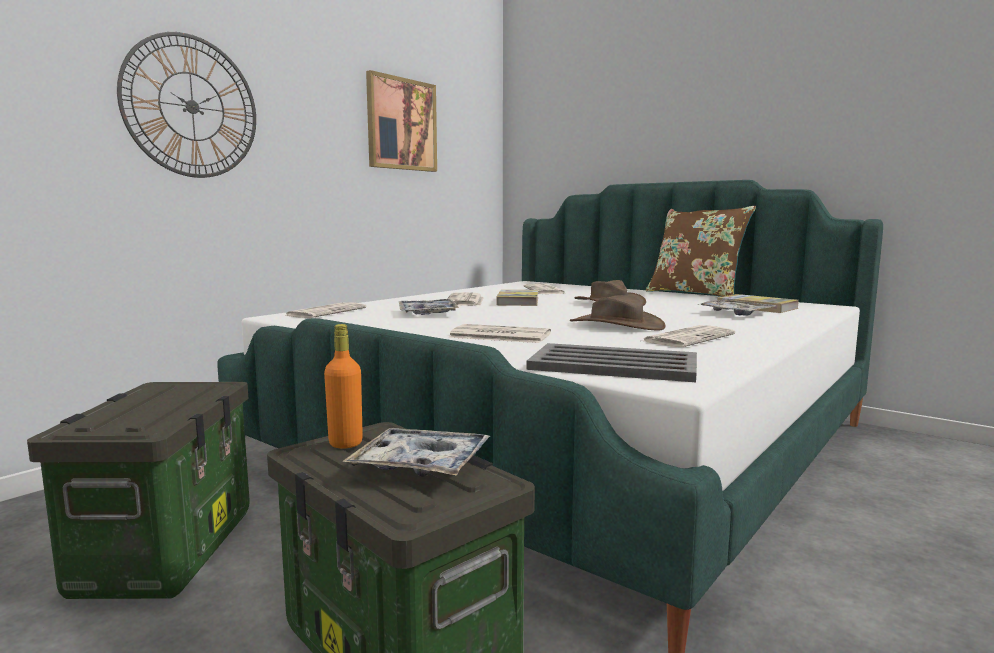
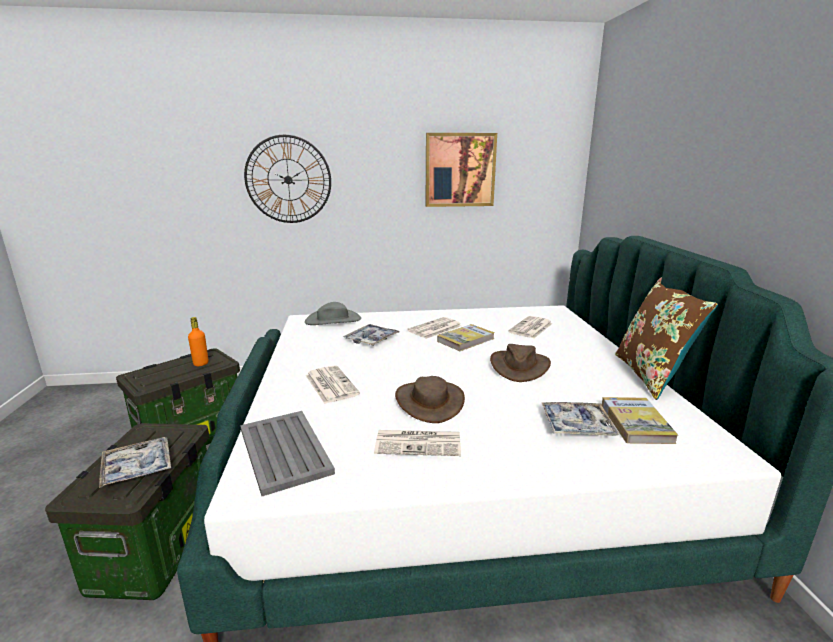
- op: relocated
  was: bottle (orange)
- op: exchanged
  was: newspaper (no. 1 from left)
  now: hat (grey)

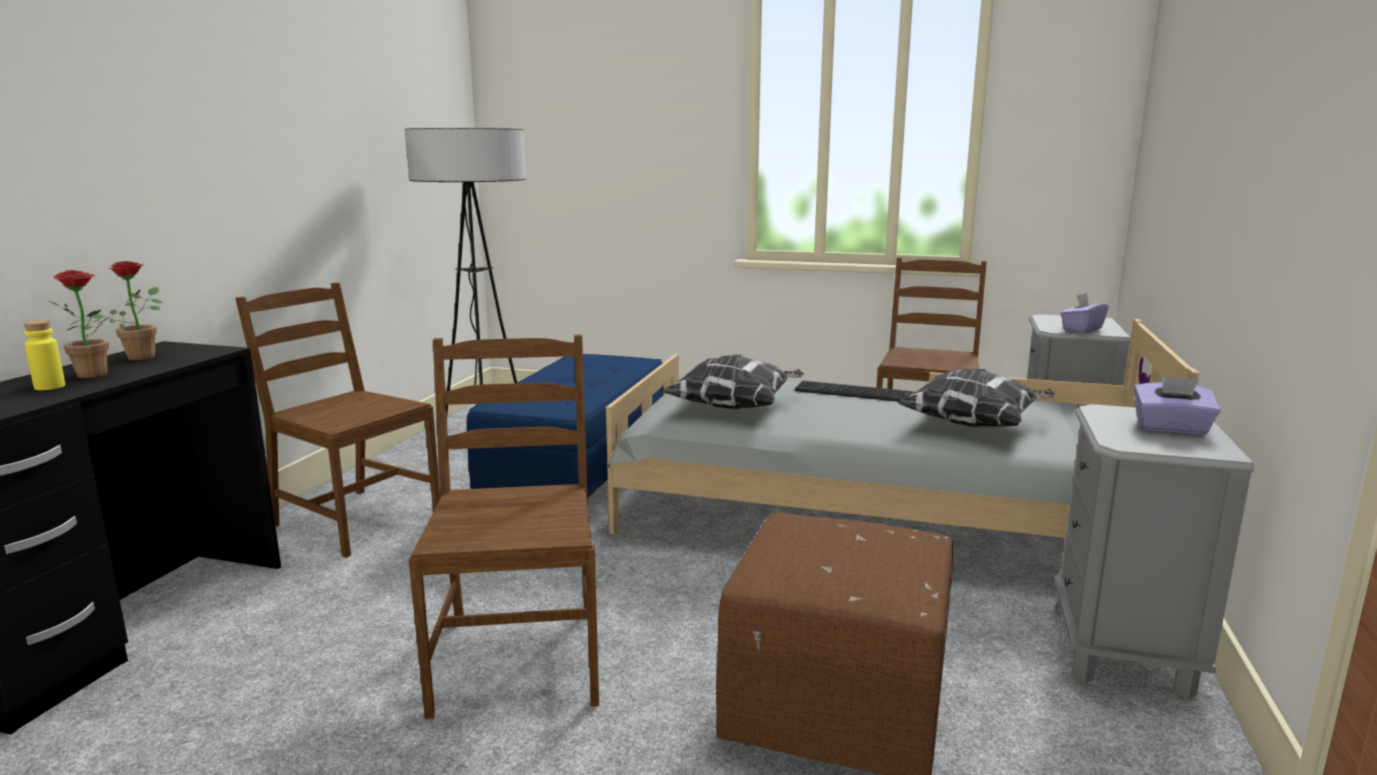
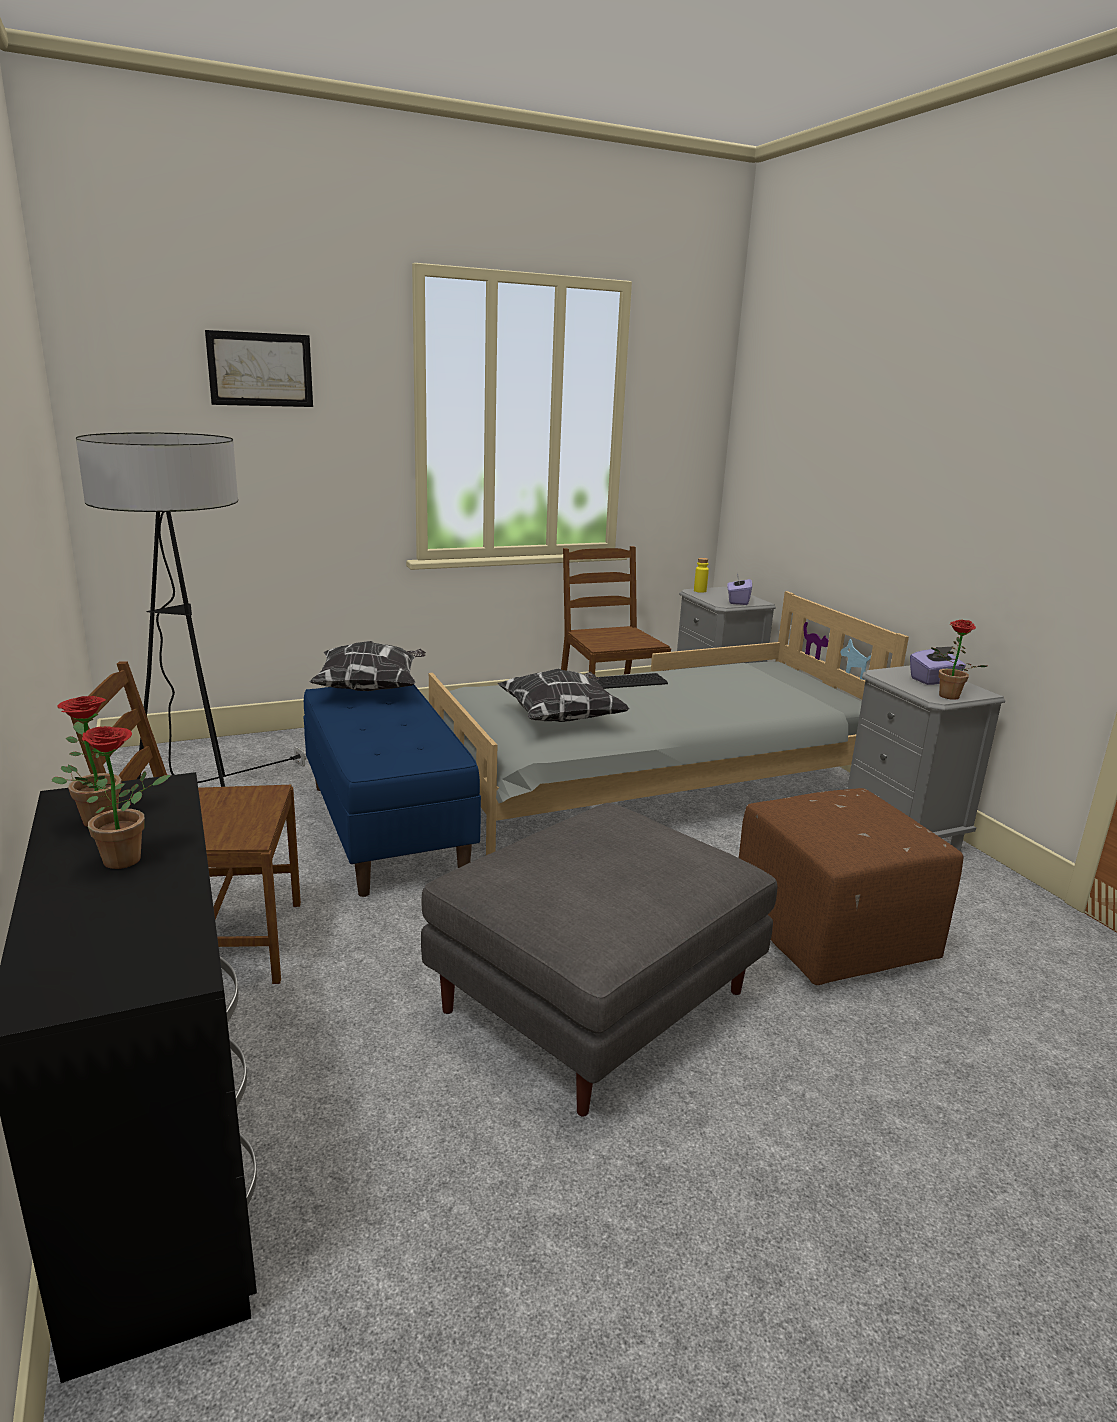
- op: appeared
  now: picture
- op: relocated
  was: pillow (no. 2 from left in the first image)
  now: pillow (no. 1 from left)
- op: exchanged
  was: chair (brown) (no. 2 from left)
  now: ottoman (grey)
- op: relocated
  was: bottle (yellow)
- op: appeared
  now: potted plant (no. 3 from left)

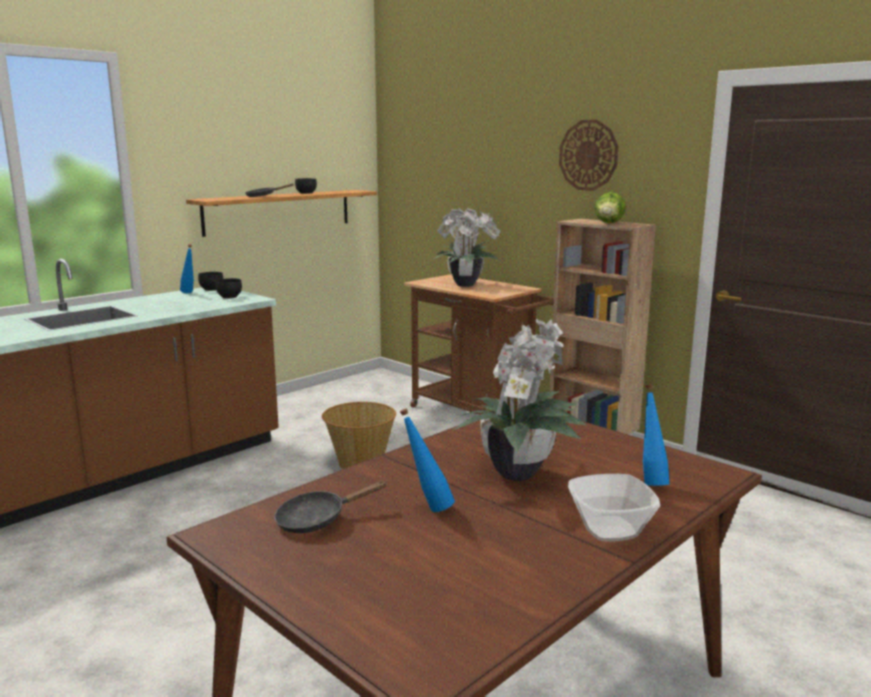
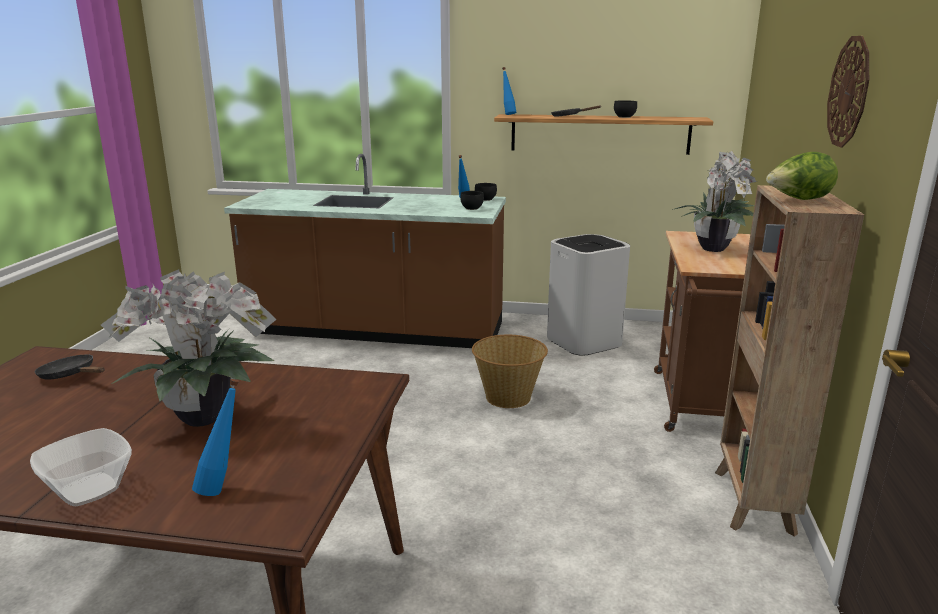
- op: relocated
  was: bottle (blue) (no. 2 from left in the first image)
  now: bottle (blue) (no. 3 from left)
- op: appeared
  now: trash can (white)

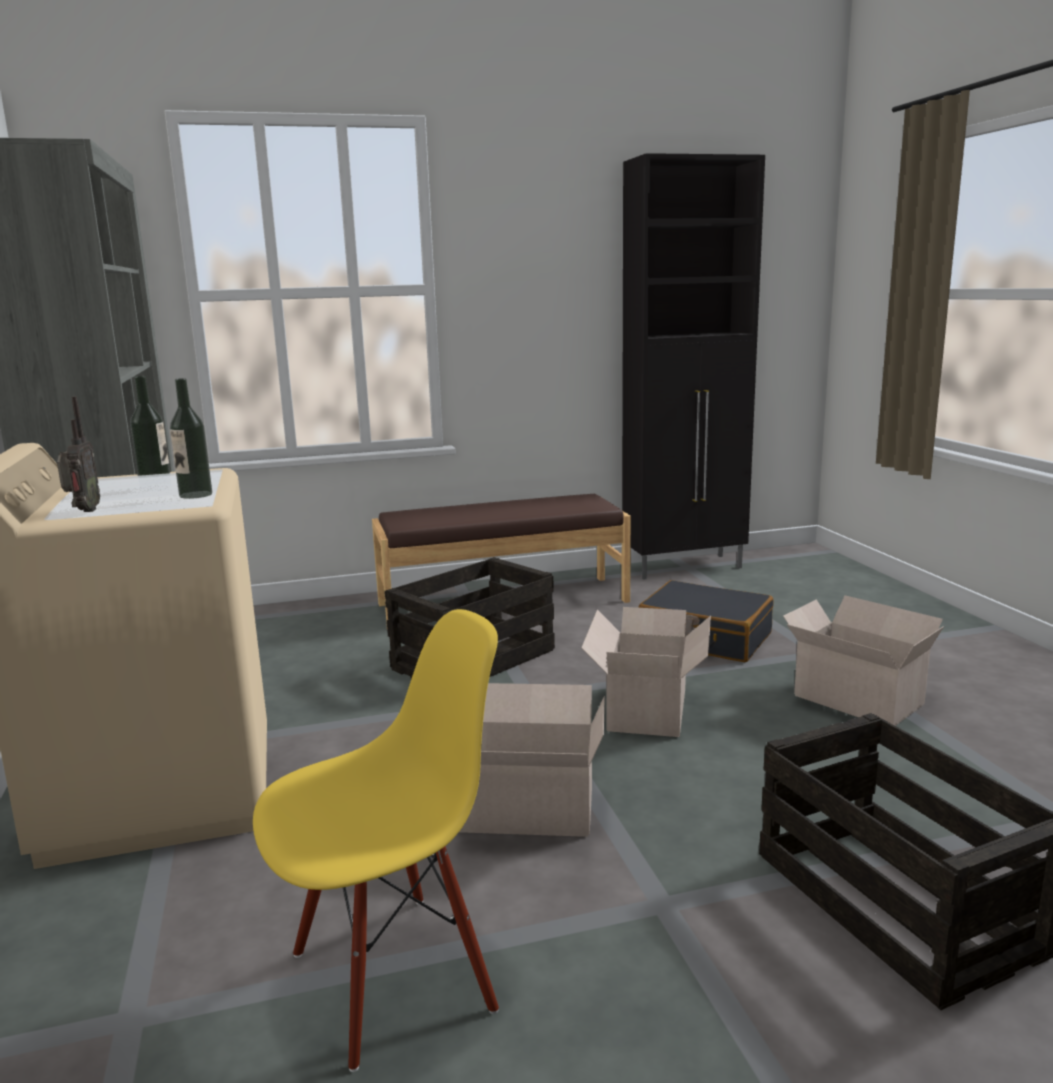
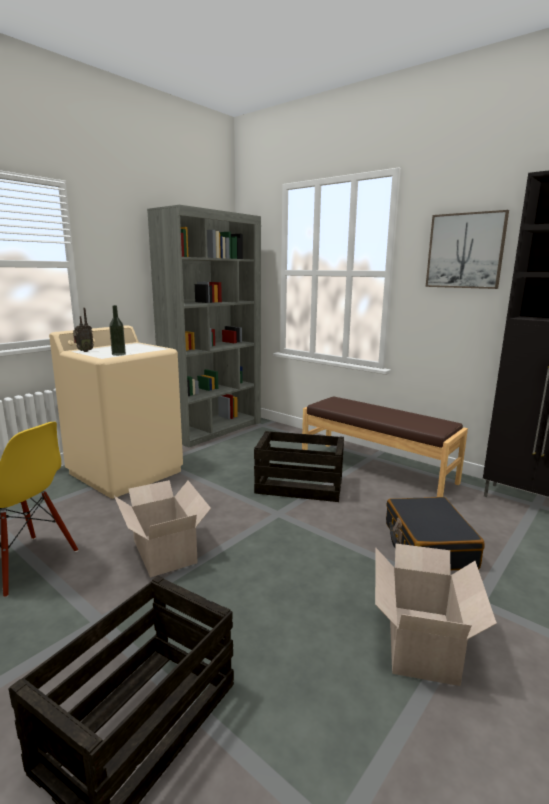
- op: appeared
  now: picture
- op: missing
  was: bottle (no. 1 from left)
- op: missing
  was: cardboard box (no. 2 from left)

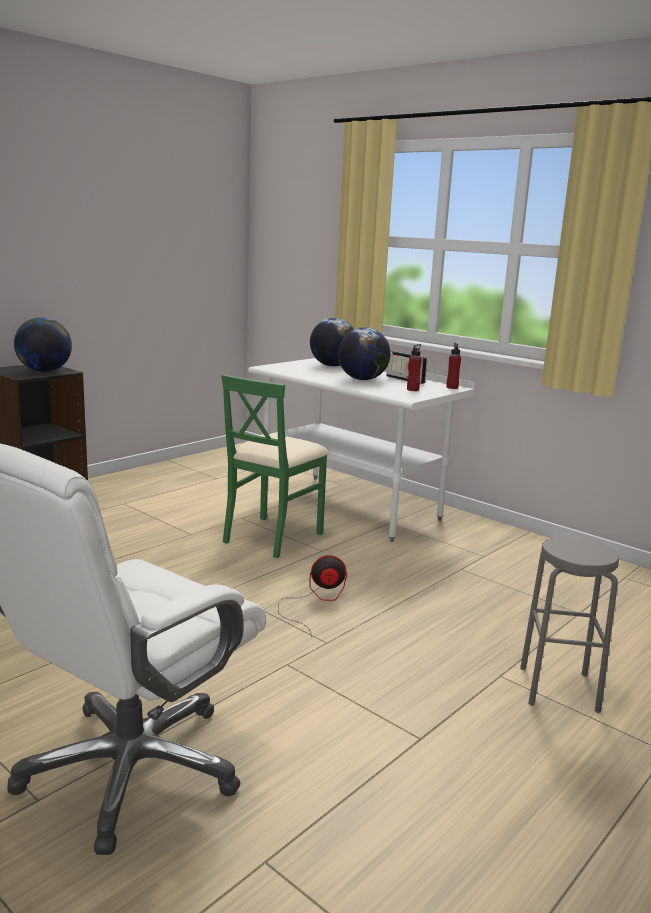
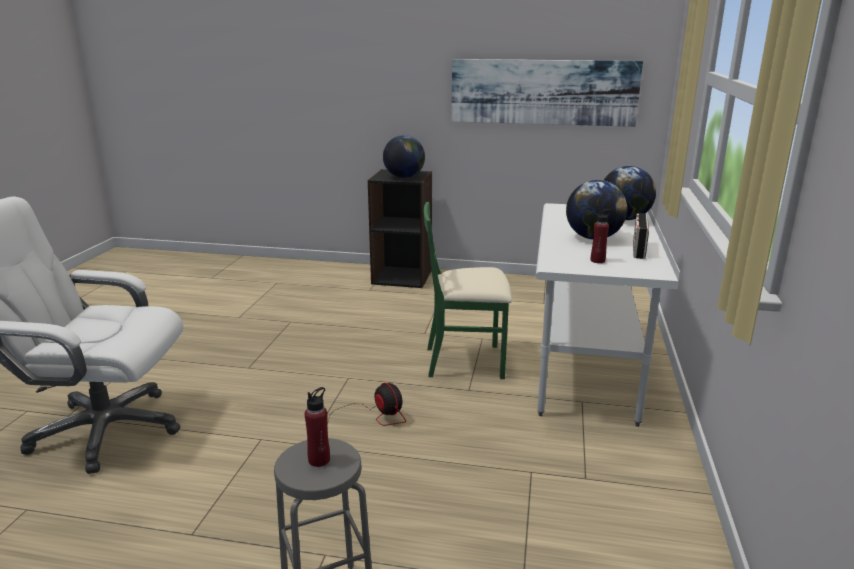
- op: relocated
  was: bottle (red) (no. 2 from left in the first image)
  now: bottle (red) (no. 1 from left)
- op: appeared
  now: picture

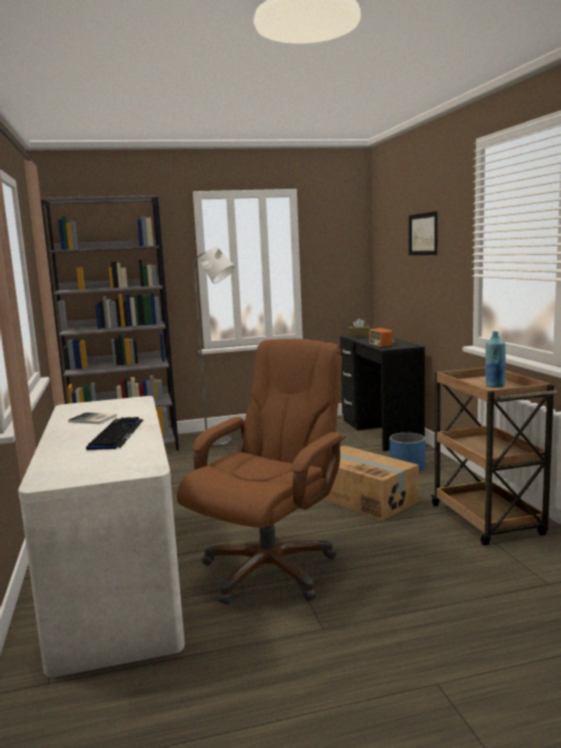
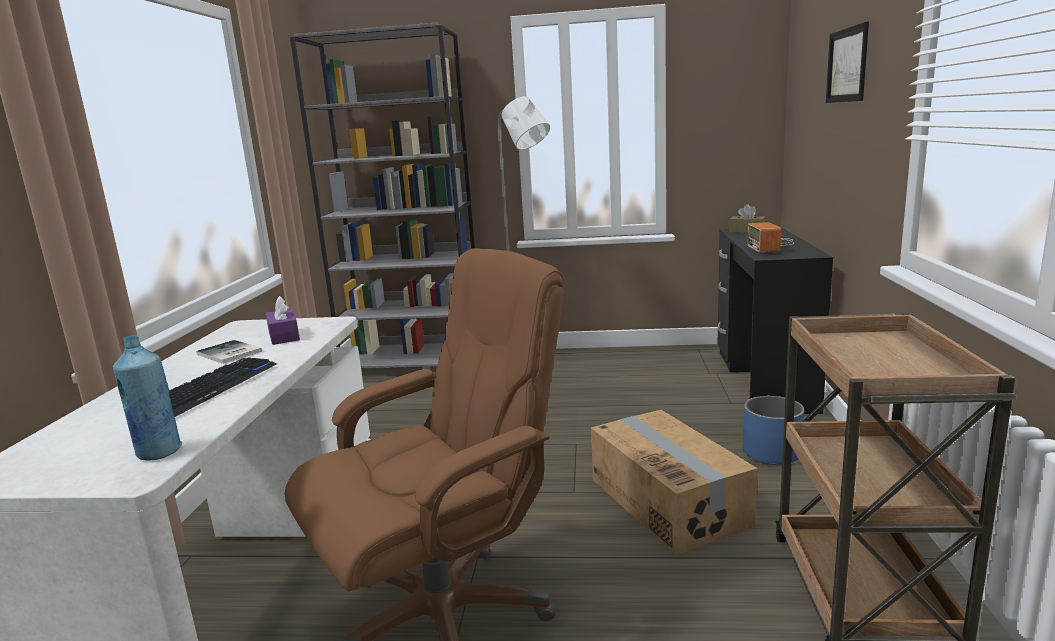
- op: relocated
  was: bottle (blue)
- op: appeared
  now: tissue box (purple)

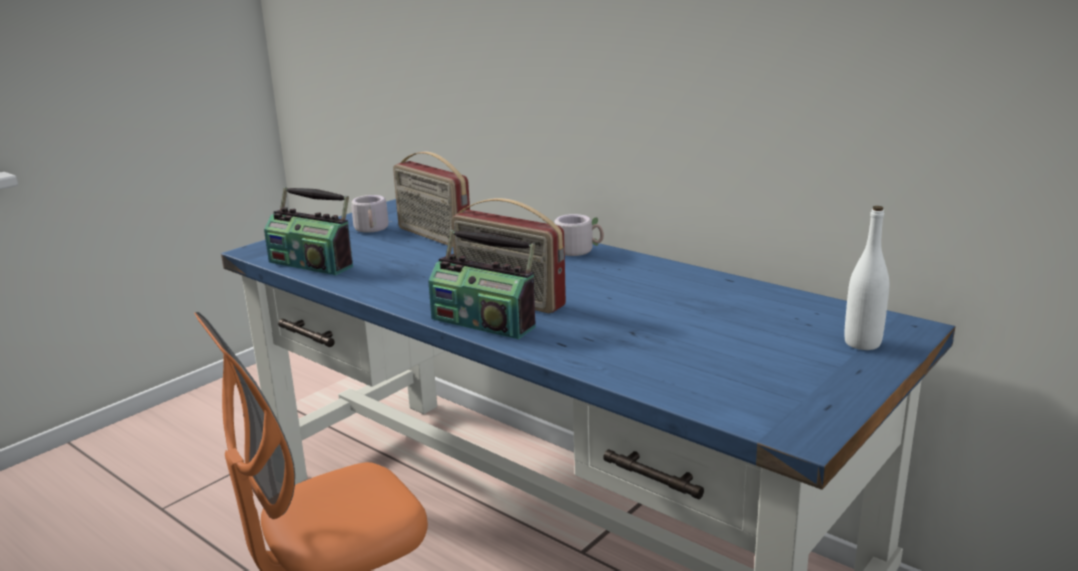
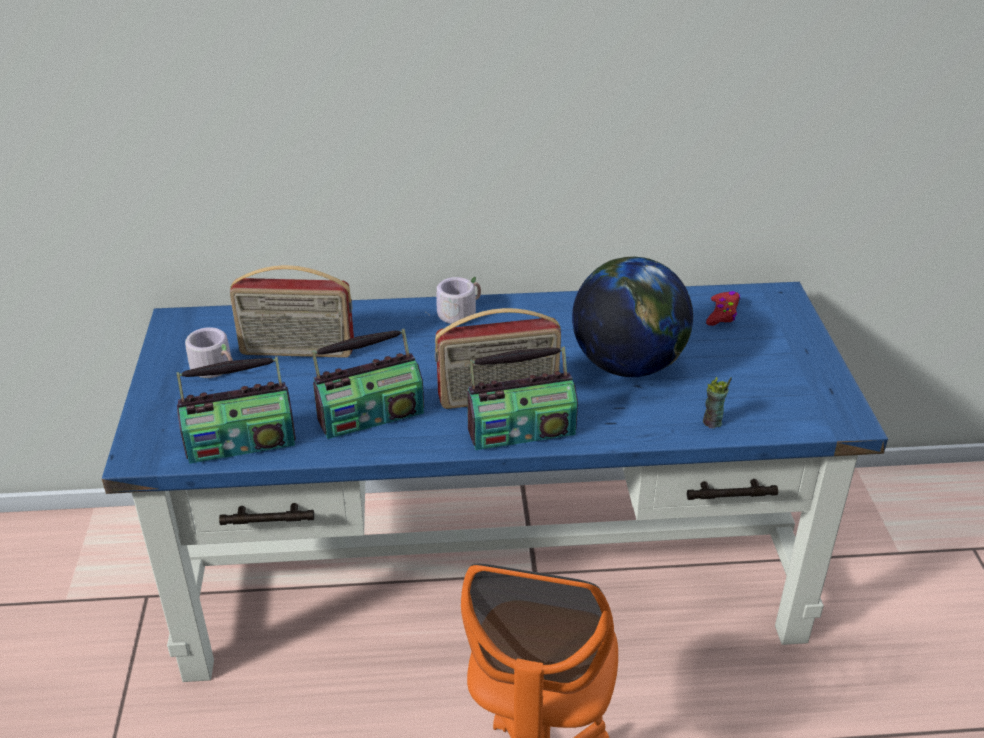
- op: appeared
  now: radio (no. 3 from left)
- op: appeared
  now: globe
- op: appeared
  now: cup
- op: appeared
  now: game controller (red)
- op: missing
  was: bottle (white)

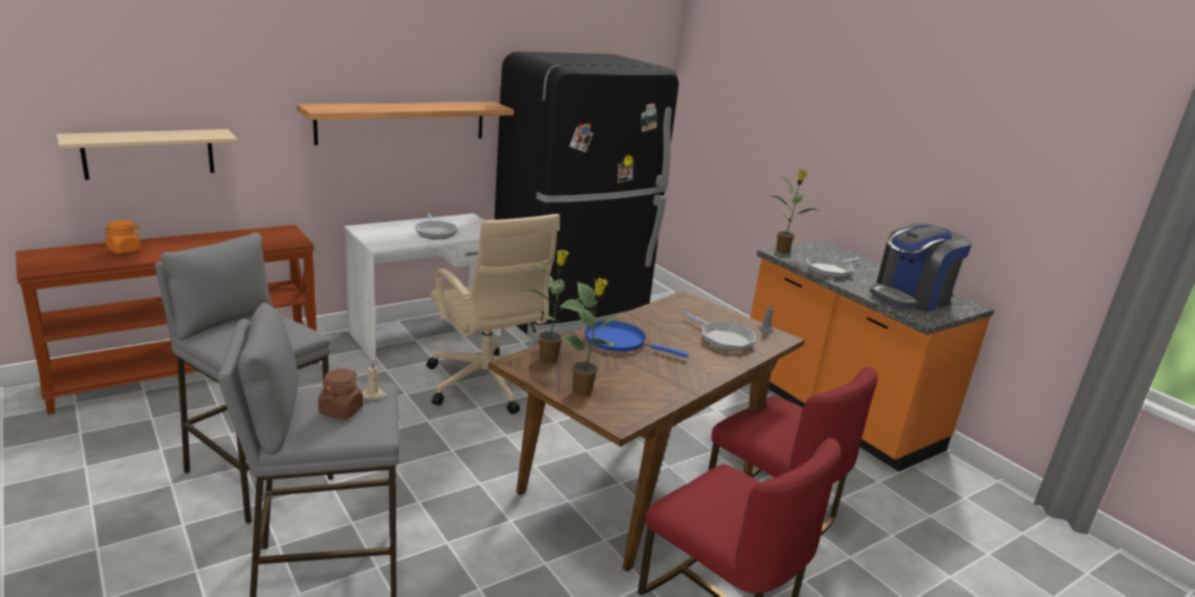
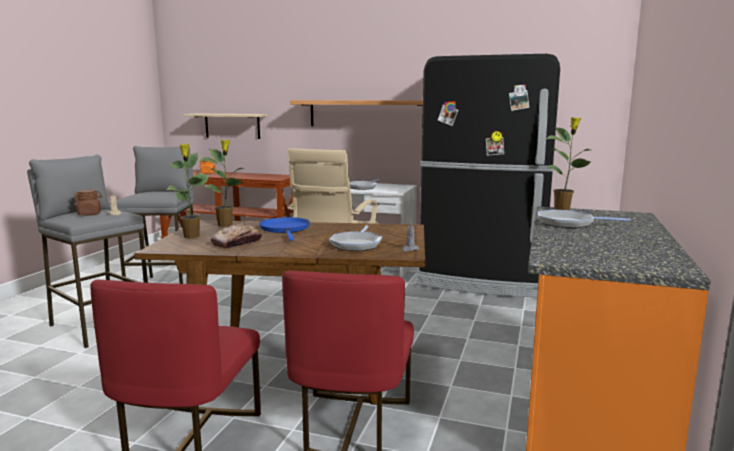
- op: appeared
  now: bread
- op: missing
  was: coffee machine

